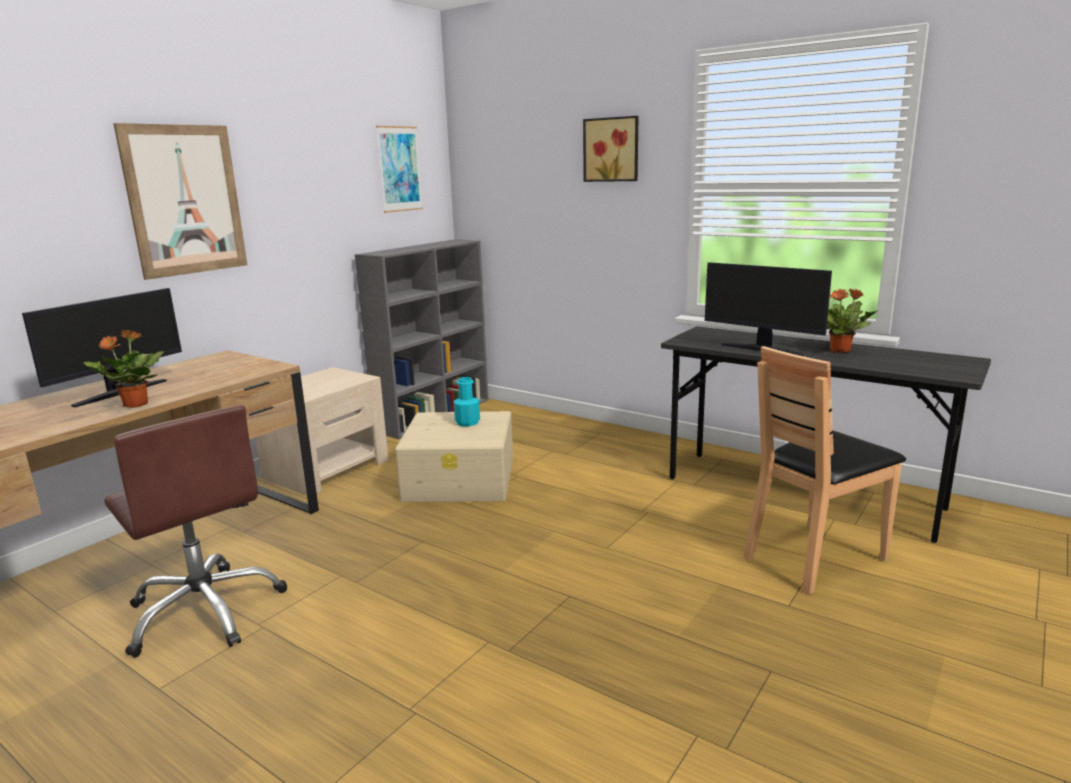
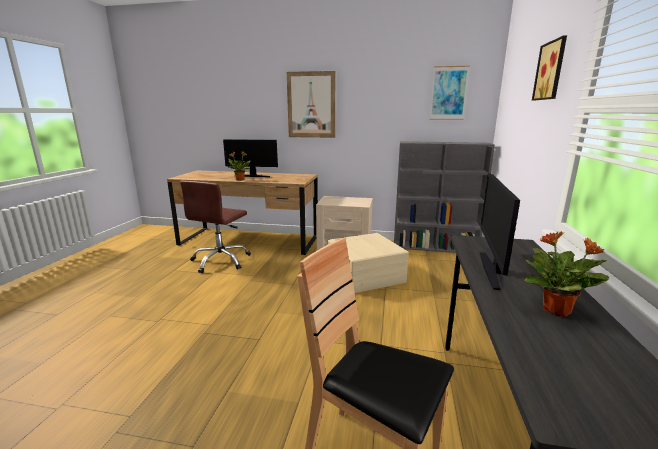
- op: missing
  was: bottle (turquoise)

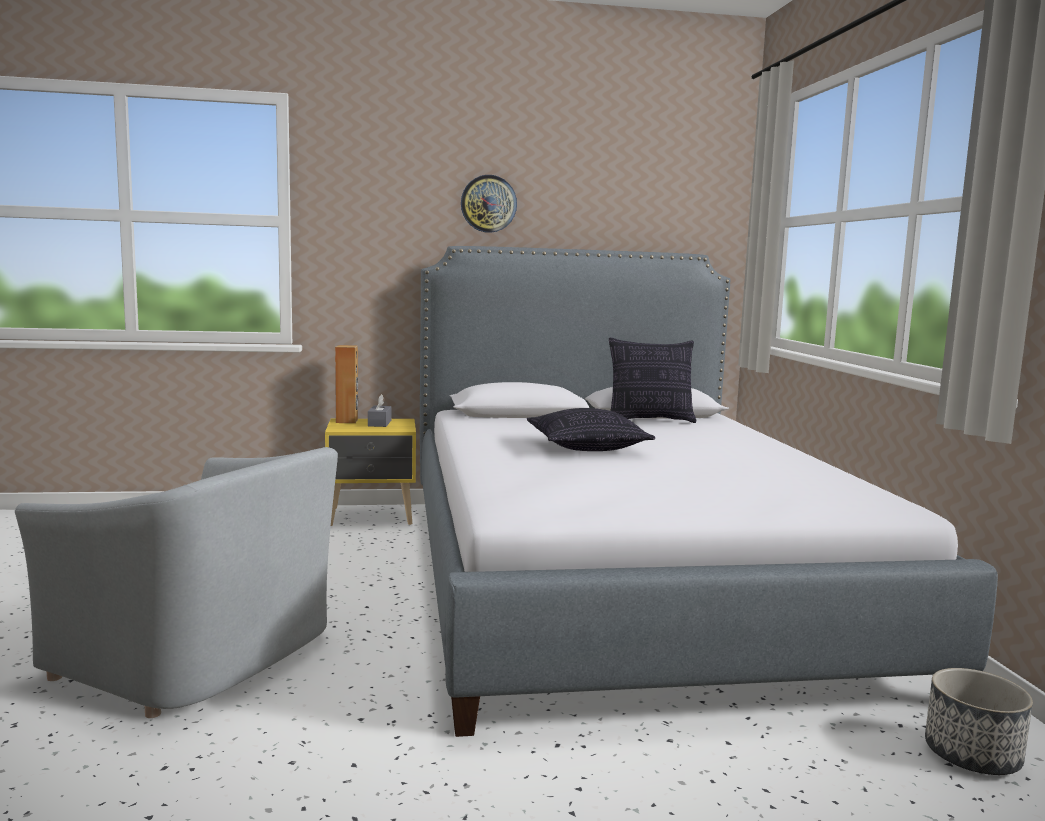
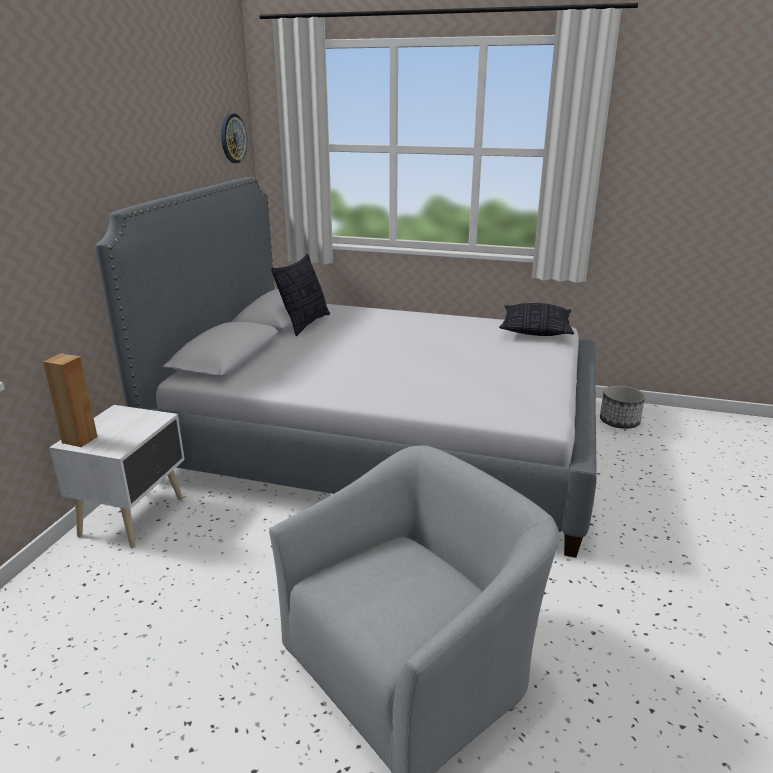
- op: colour
  was: nightstand (yellow)
  now: nightstand (white)
- op: relocated
  was: wall clock
- op: relocated
  was: pillow (no. 1 from left in the first image)
  now: pillow (no. 2 from left)
- op: missing
  was: tissue box (grey)

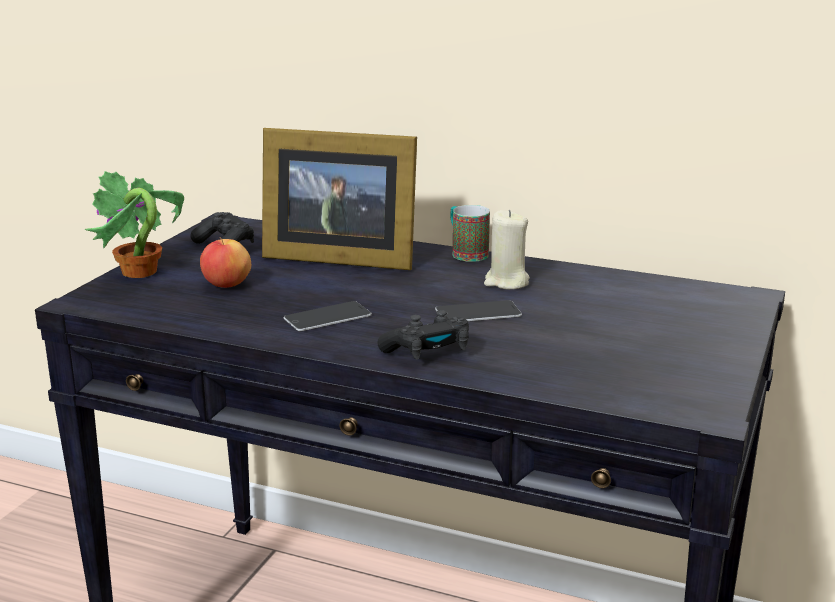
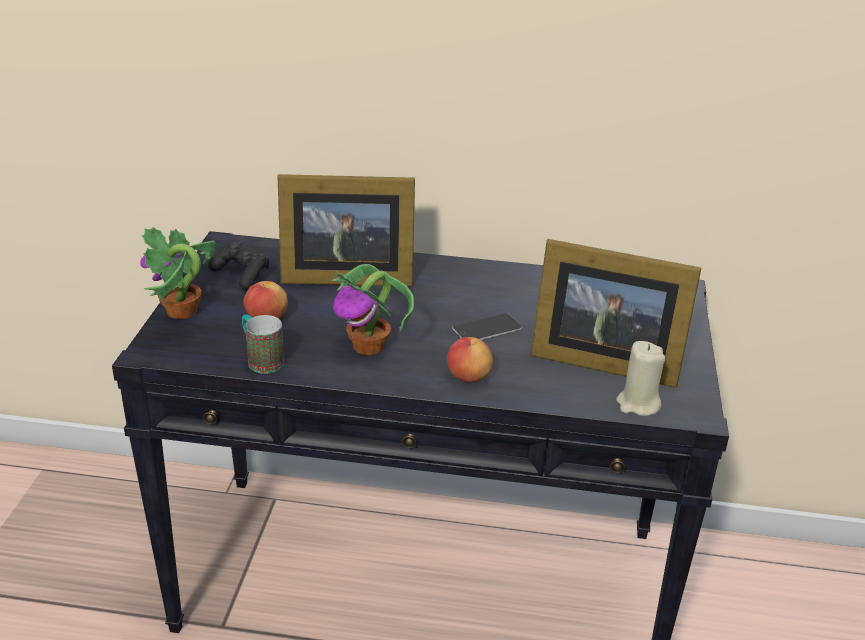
- op: relocated
  was: mug
- op: exchanged
  was: phone (no. 1 from left)
  now: potted plant (no. 2 from left)
- op: exchanged
  was: game controller (black) (no. 2 from left)
  now: apple (no. 2 from left)
- op: appeared
  now: picture frame (no. 2 from left)
- op: relocated
  was: candle (beige)

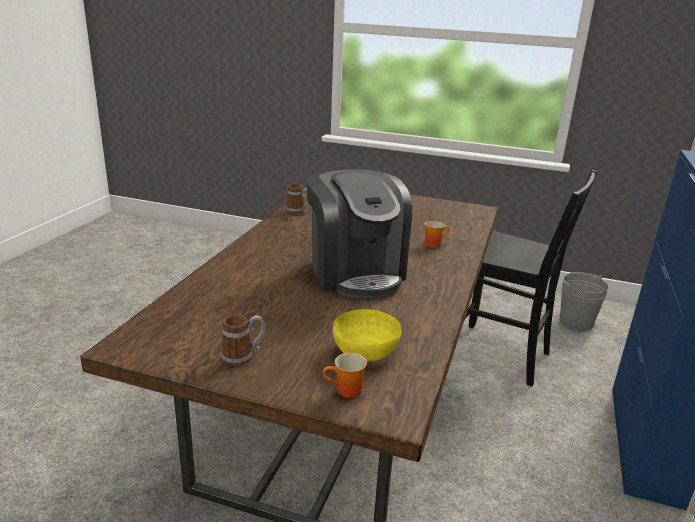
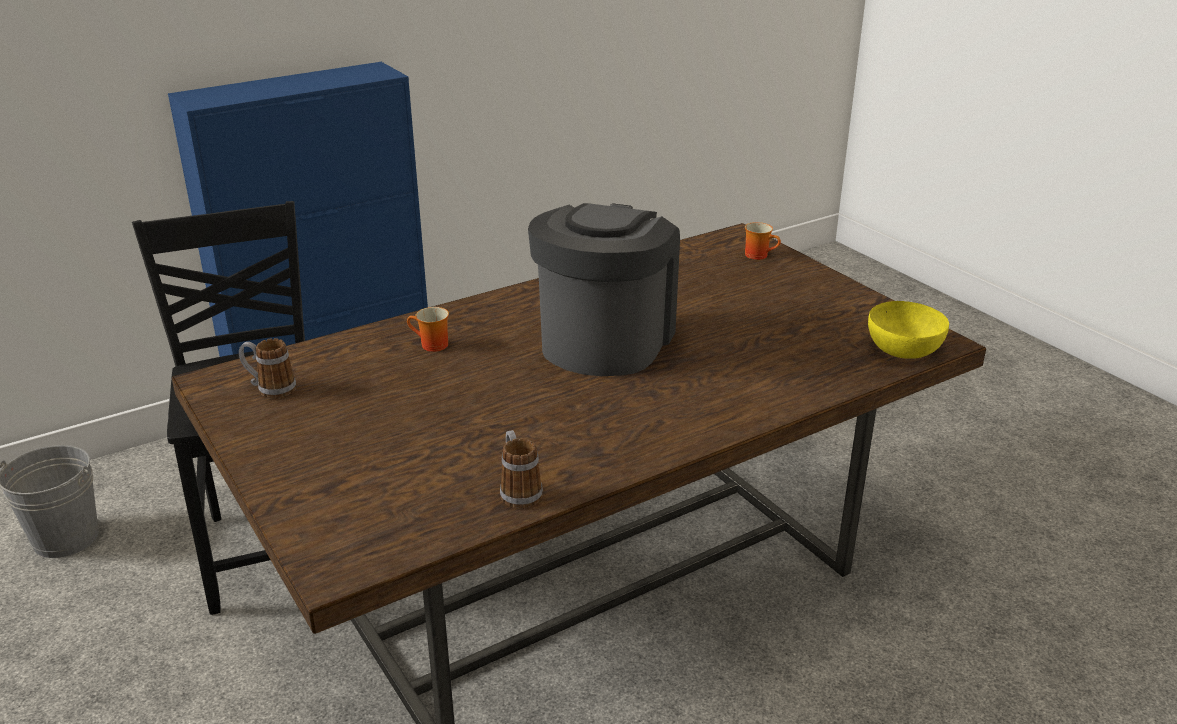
- op: relocated
  was: mug (no. 1 from left)
- op: relocated
  was: bowl (yellow)

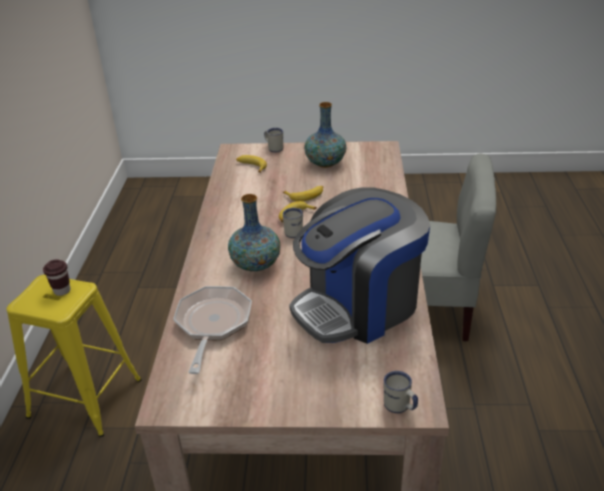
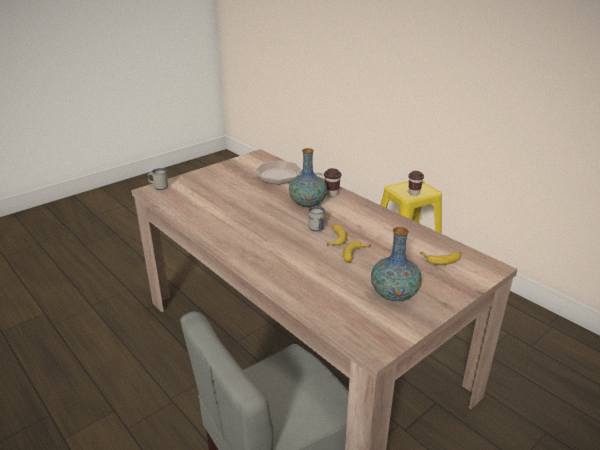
- op: spun
  was: frying pan
  clockwise: 150
- op: appeared
  now: cup (brown) (no. 1 from left)
- op: missing
  was: mug (white) (no. 1 from left)
- op: missing
  was: coffee machine

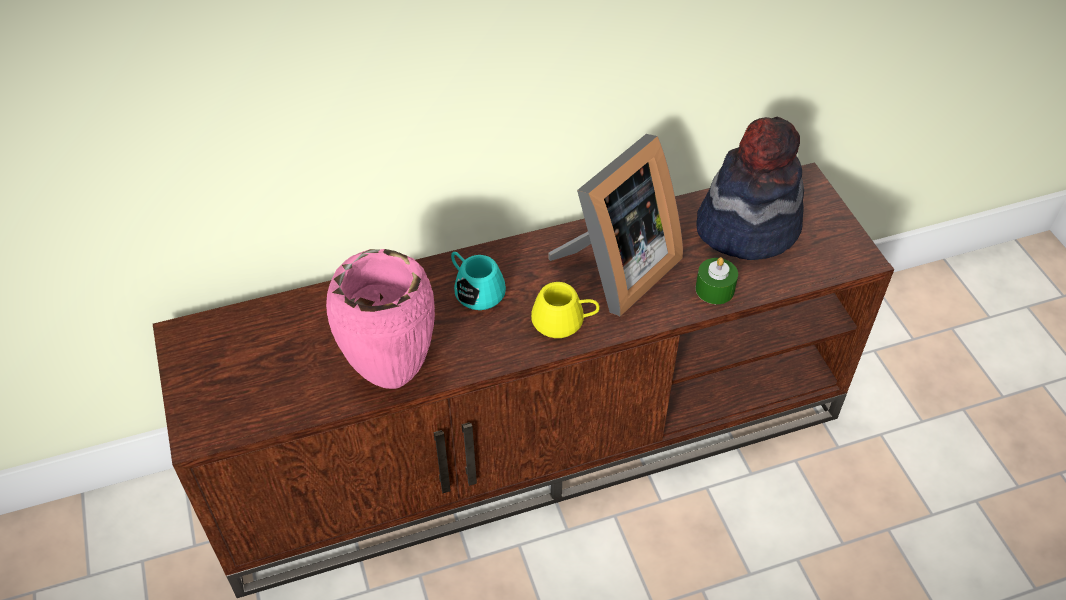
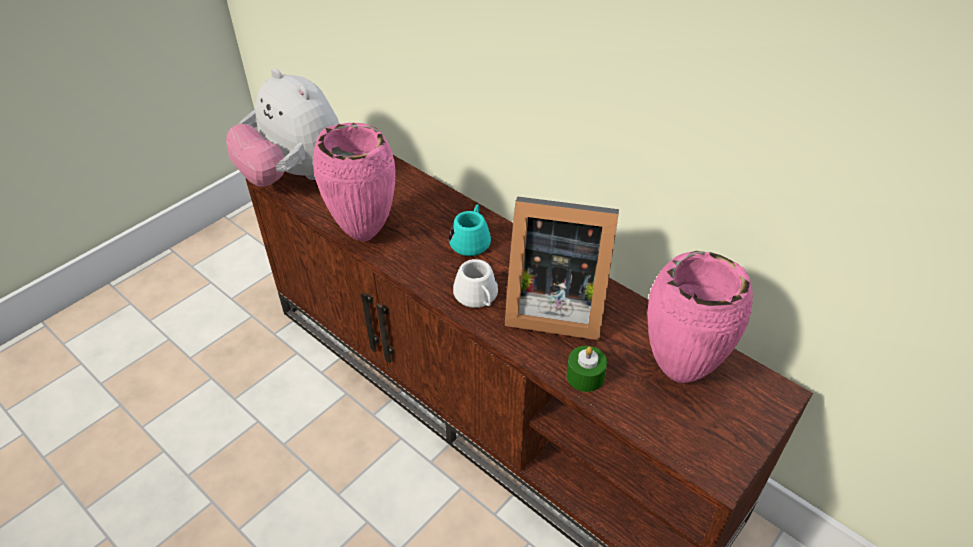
- op: appeared
  now: plush toy
- op: colour
  was: mug (yellow)
  now: mug (white)
- op: exchanged
  was: hat
  now: vase (pink) (no. 2 from left)

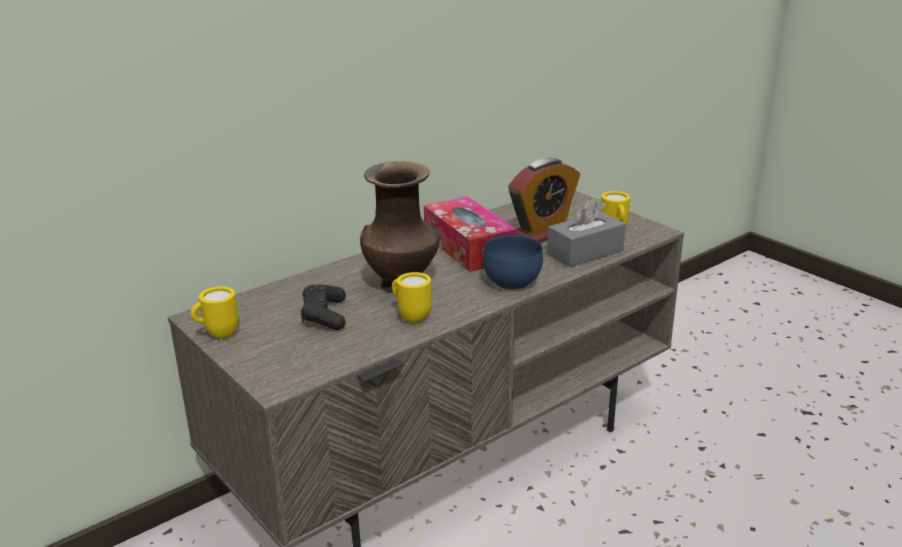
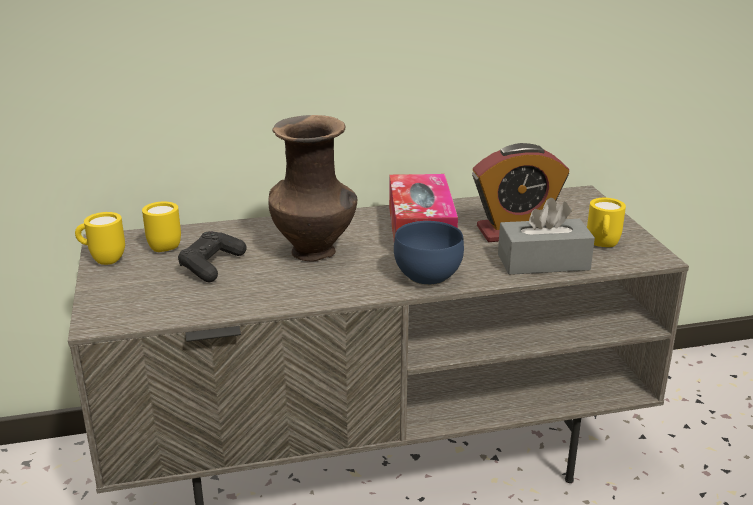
- op: relocated
  was: mug (yellow) (no. 2 from left)

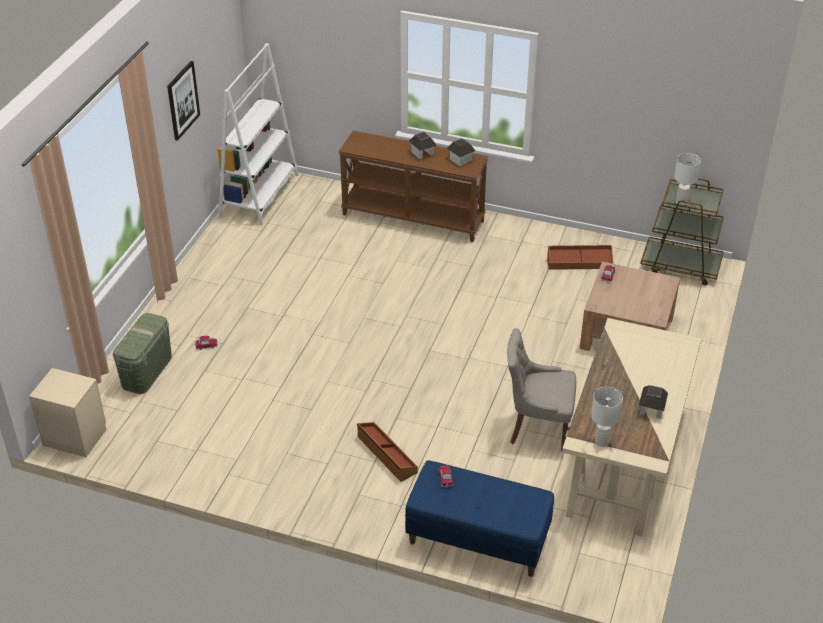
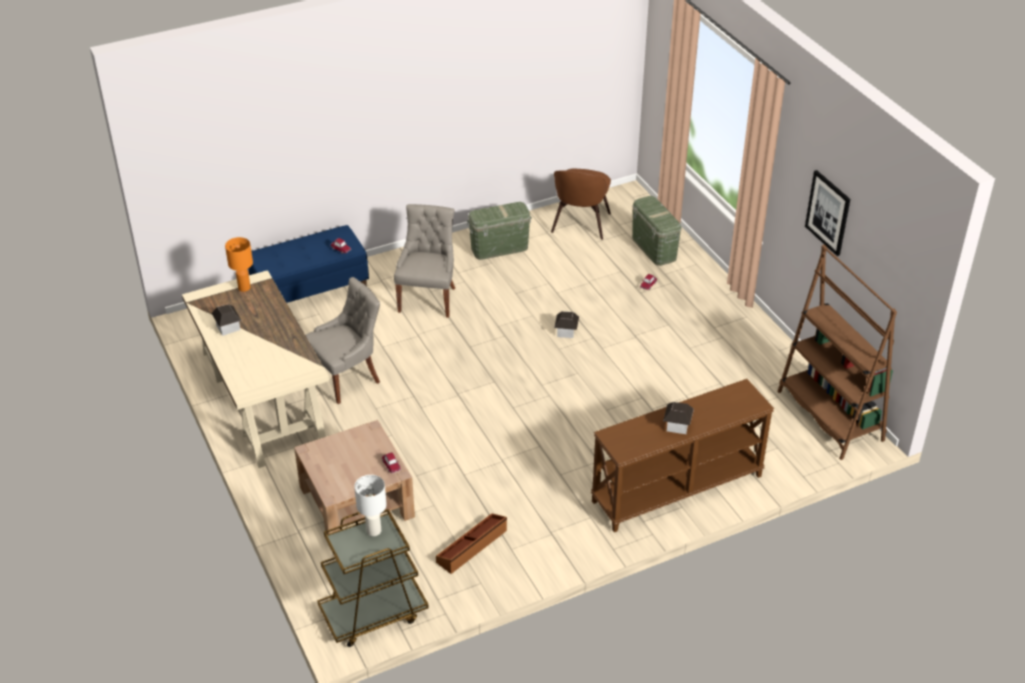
- op: colour
  was: table lamp (white) (no. 1 from left)
  now: table lamp (orange)
- op: exchanged
  was: storage box (brown) (no. 1 from left)
  now: chair (grey) (no. 2 from left)
- op: appeared
  now: storage box (green) (no. 1 from left)
- op: appeared
  now: chair (brown)
- op: relocated
  was: toy house (no. 2 from left)
- op: colour
  was: bookcase (white)
  now: bookcase (brown)
- op: missing
  was: nightstand (beige)

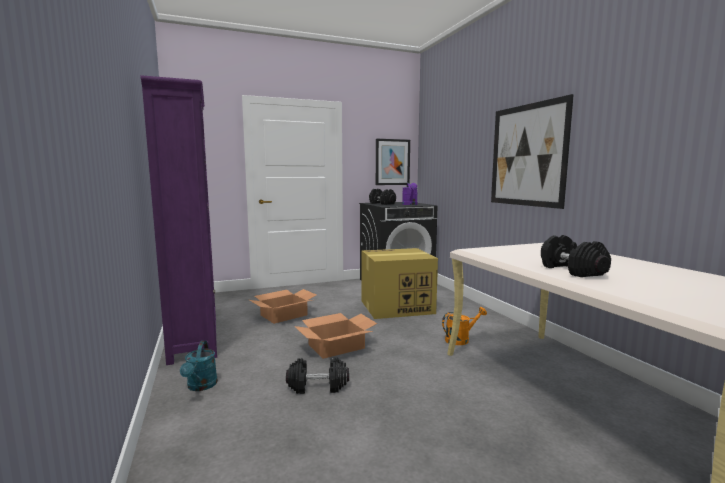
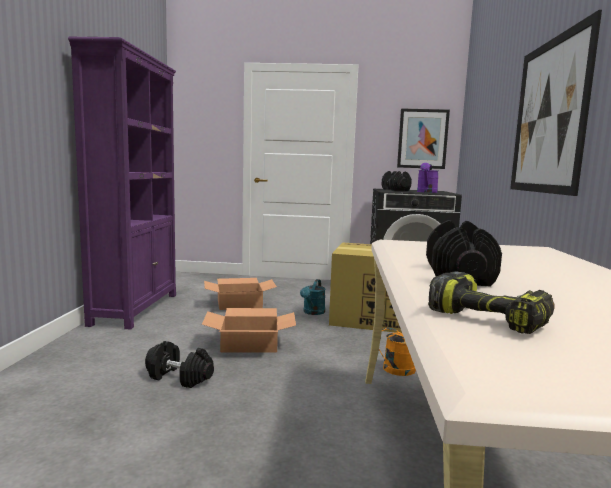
- op: relocated
  was: watering can (turquoise)
- op: appeared
  now: power drill

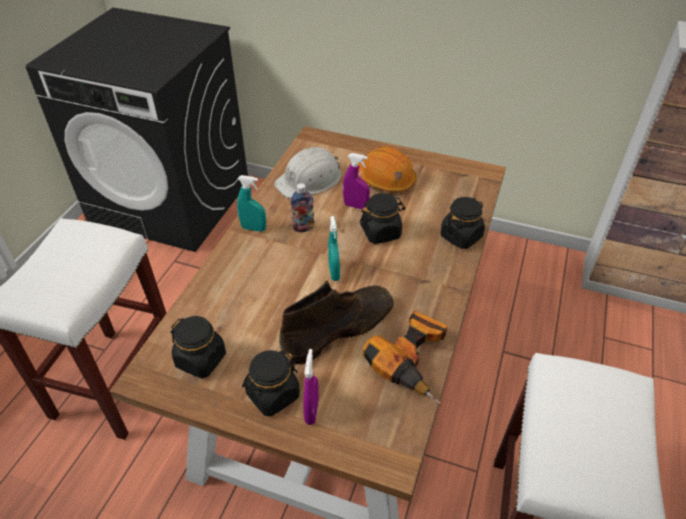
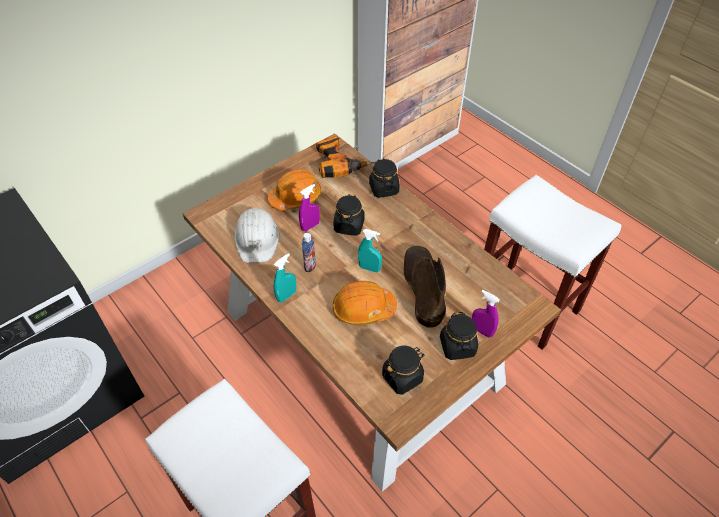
- op: relocated
  was: power drill
- op: appeared
  now: hard hat (orange) (no. 2 from left)

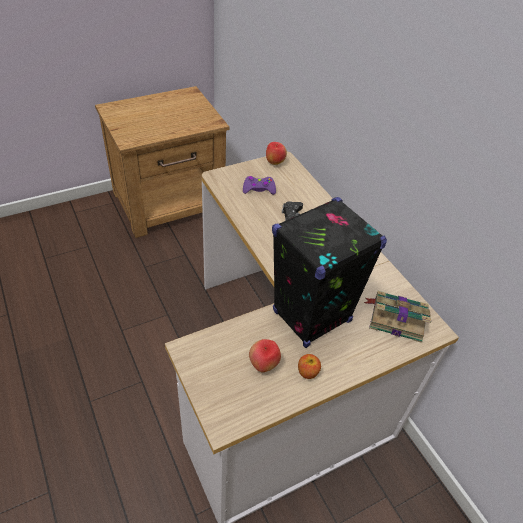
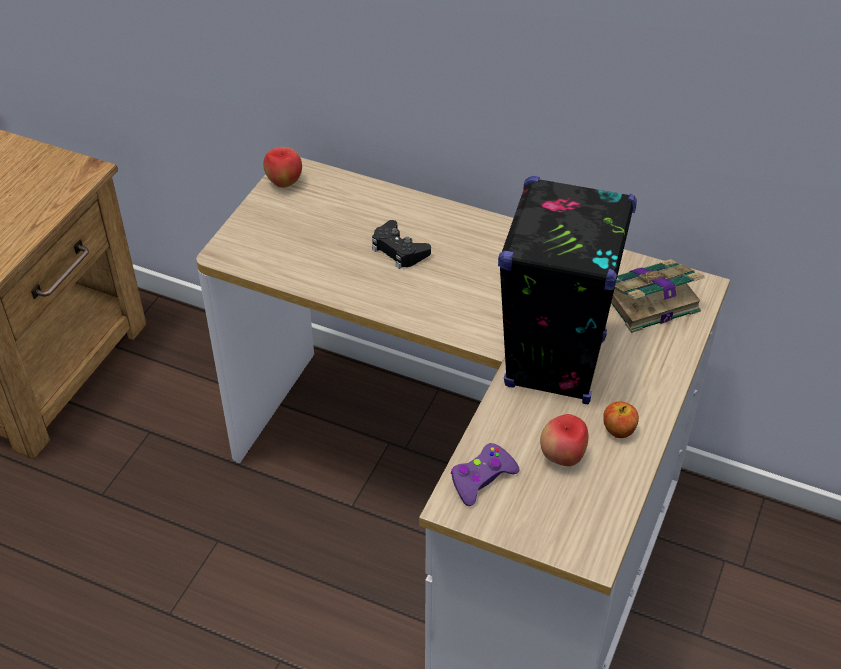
- op: relocated
  was: game controller (purple)

